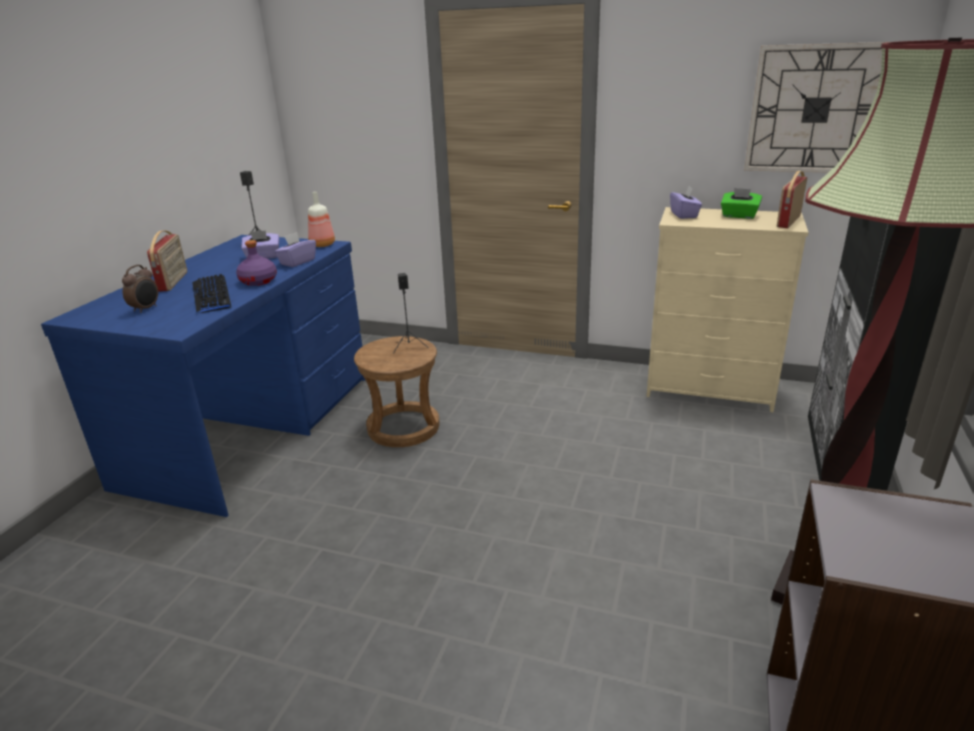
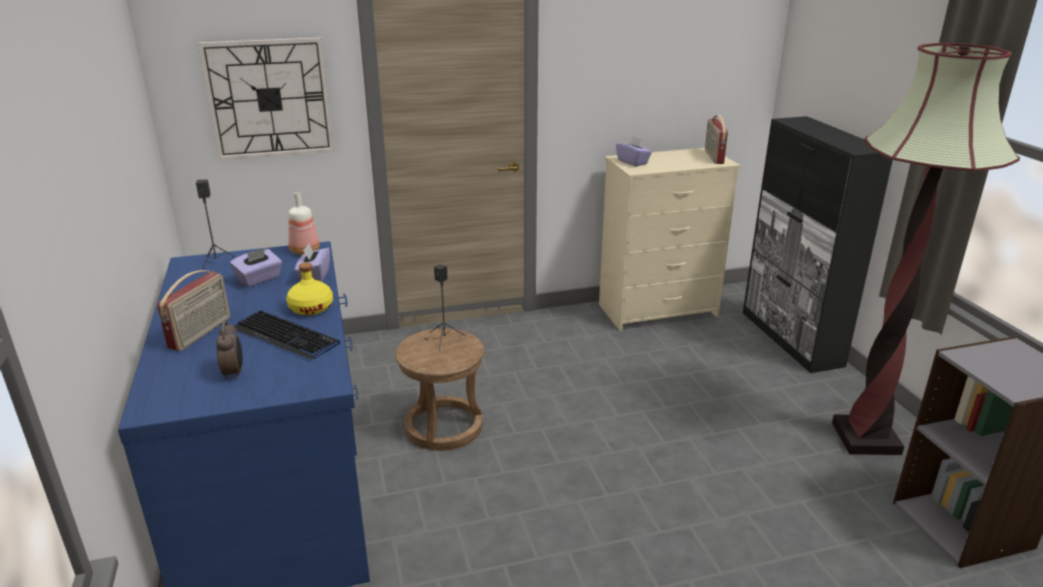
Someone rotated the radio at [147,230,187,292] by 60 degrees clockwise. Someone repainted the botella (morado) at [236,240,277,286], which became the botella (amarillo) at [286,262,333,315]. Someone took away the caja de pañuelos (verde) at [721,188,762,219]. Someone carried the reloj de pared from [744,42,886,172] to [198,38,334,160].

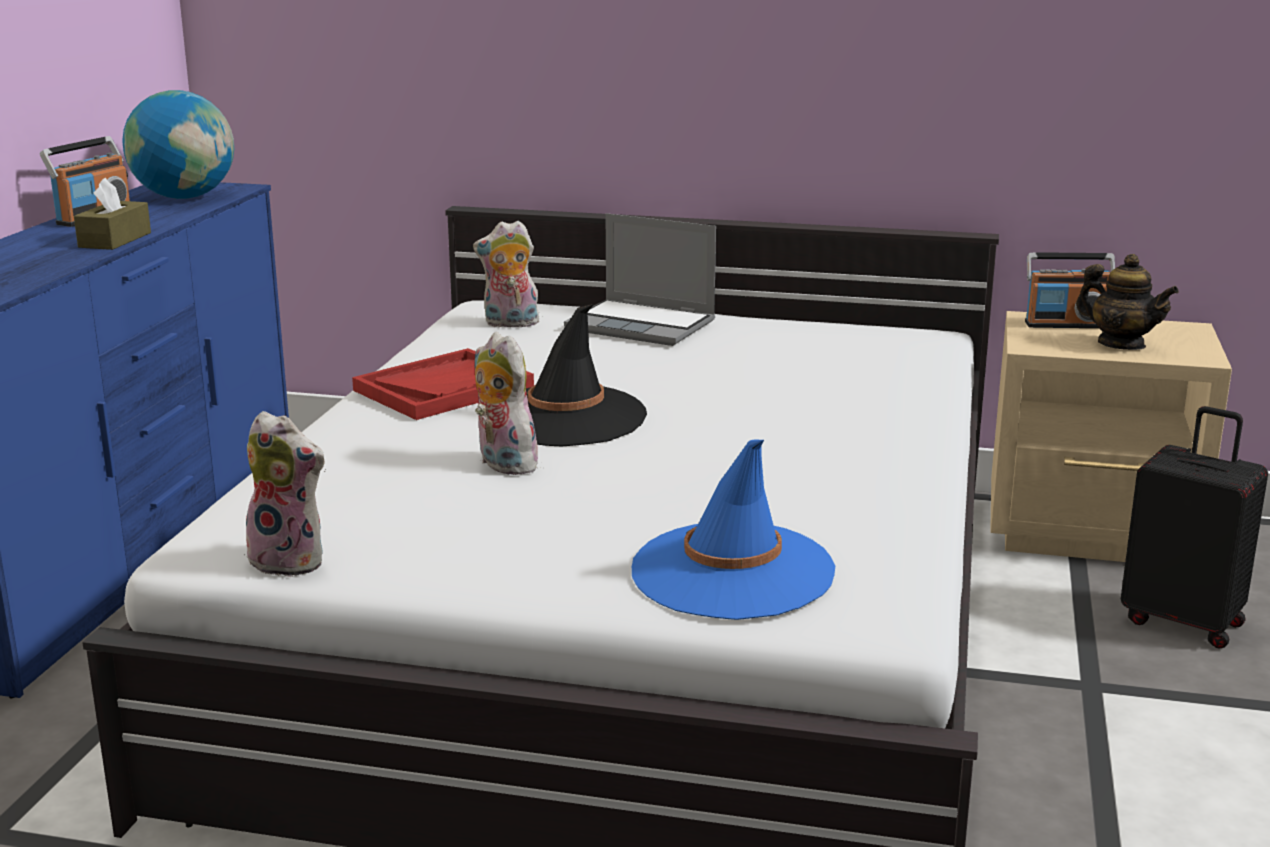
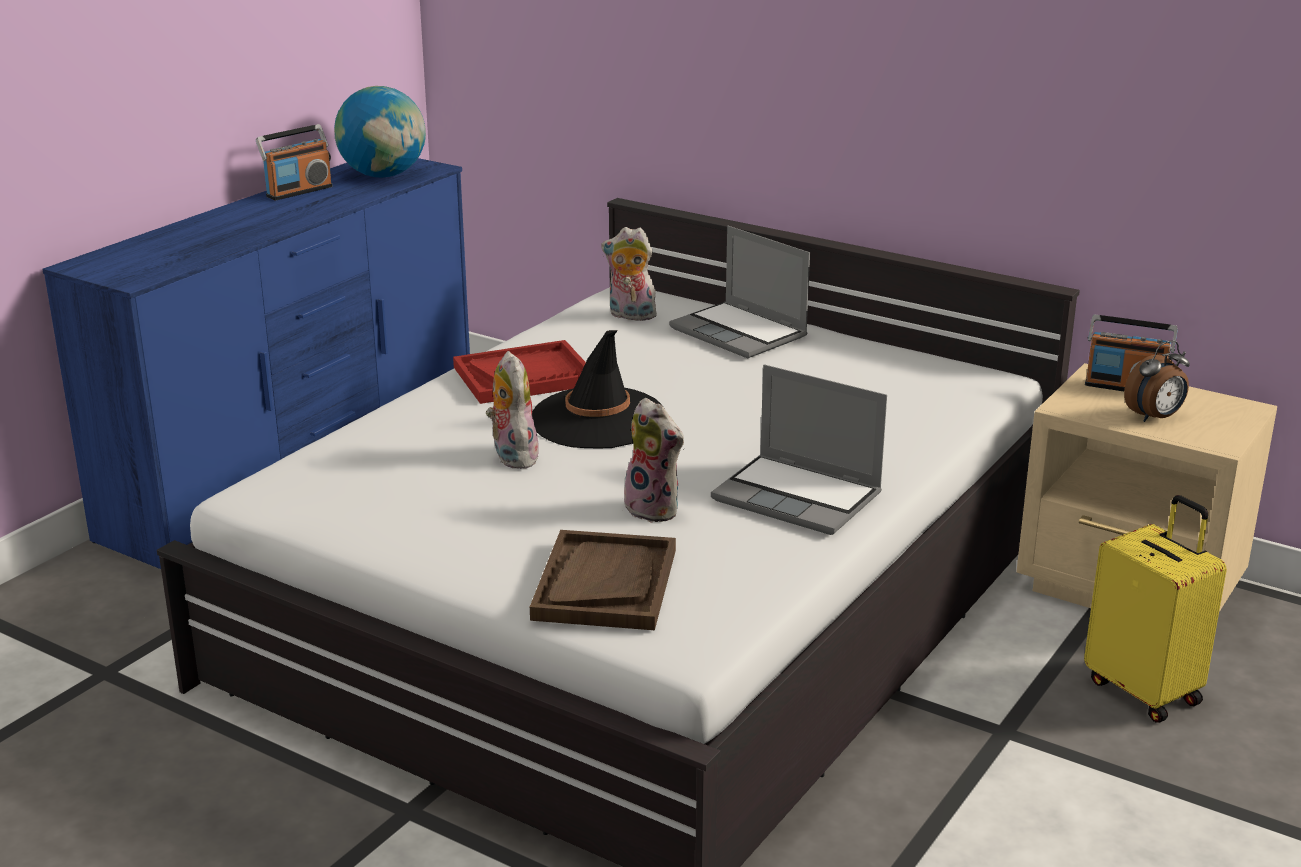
Someone took away the caja de pañuelos (marrón) at [74,178,151,250]. Someone carried the peluche from [244,411,326,577] to [619,398,684,523]. Someone swapped the sombrero (azul) at [632,440,835,620] for the bandeja (marrón) at [530,530,676,630]. Someone swapped the tetera at [1076,254,1179,350] for the despertador at [1124,341,1190,422]. Someone repainted the maleta (negro) at [1121,406,1268,649], which became the maleta (amarillo) at [1084,495,1227,722]. Someone put down the portátil at [711,364,887,535].

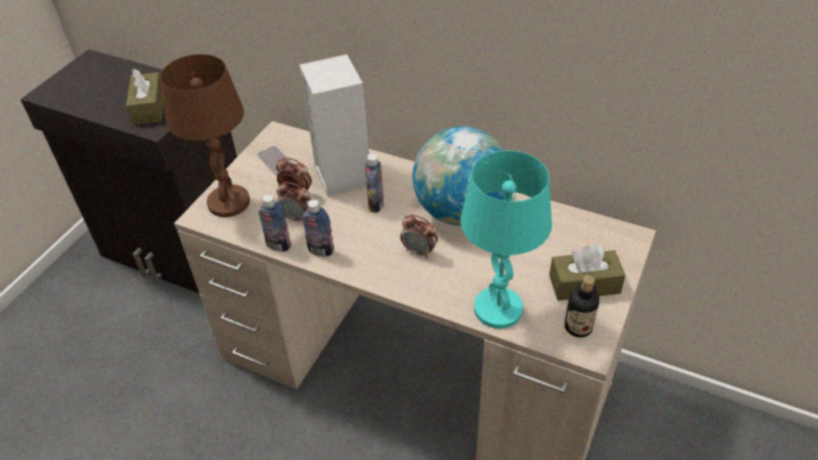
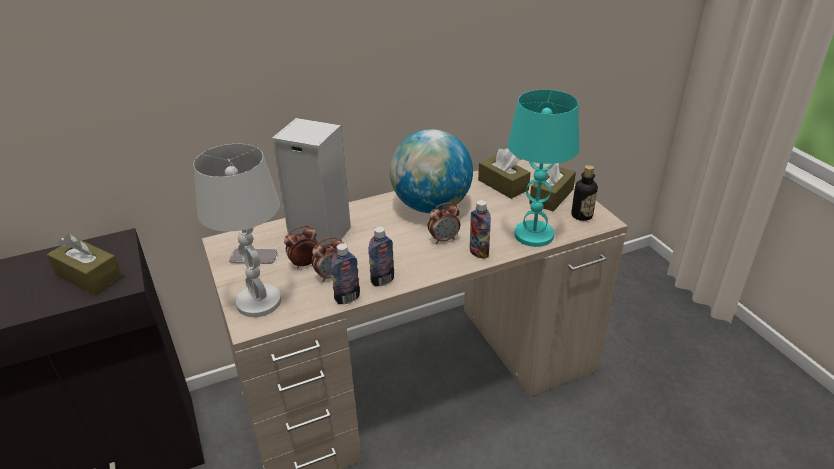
Someone repainted the lámpara de mesa (marrón) at [160,54,250,217], which became the lámpara de mesa (blanco) at [194,144,281,317]. Someone carried the botella from [365,154,384,213] to [470,200,491,259]. Someone put down the caja de pañuelos (marrón) at [478,148,530,199].

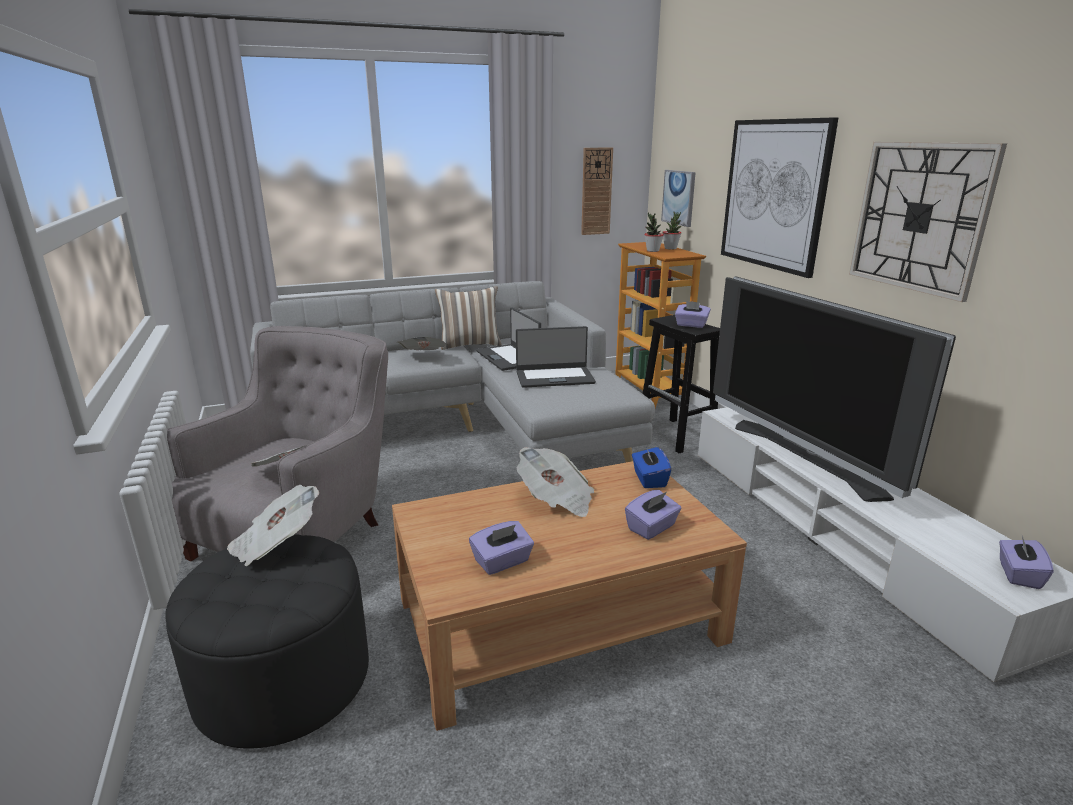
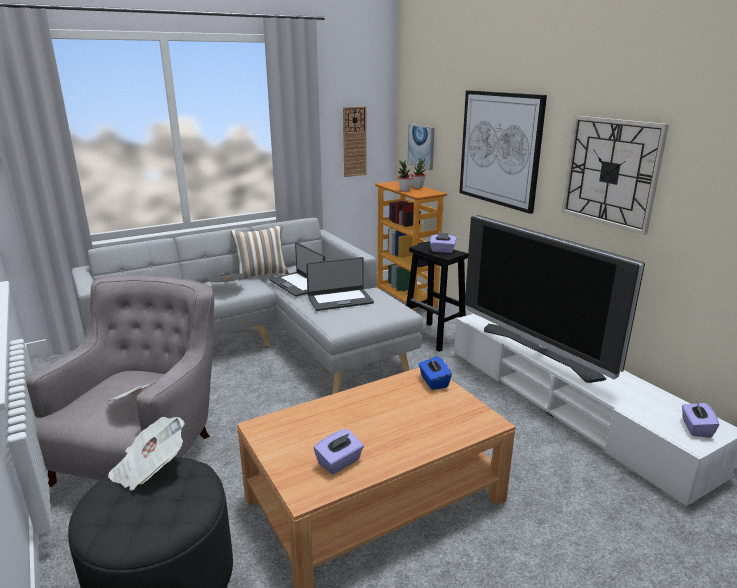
Someone took away the periódico at [517,447,594,517]. Someone took away the caja de pañuelos (morado) at [625,490,681,540].

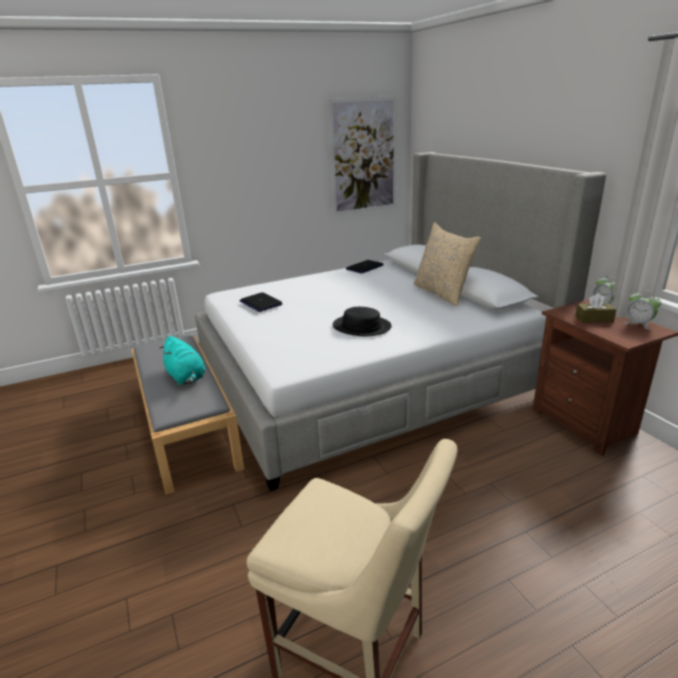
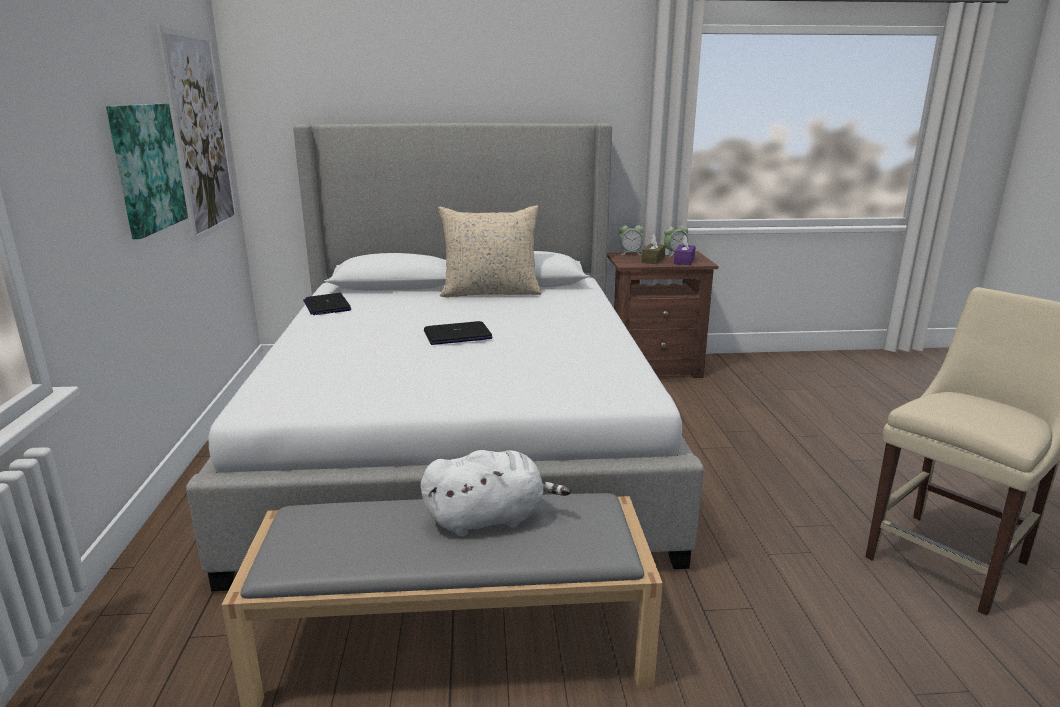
Someone repainted the peluche (turquesa) at [159,336,205,385], which became the peluche (blanco) at [421,450,571,537]. Someone carried the portátil from [240,292,283,312] to [424,321,492,345]. Someone took away the sombrero (negro) at [333,307,392,336]. Someone put up the cuadro at [106,104,188,239]. Someone put down the caja de pañuelos (morado) at [674,235,696,265].

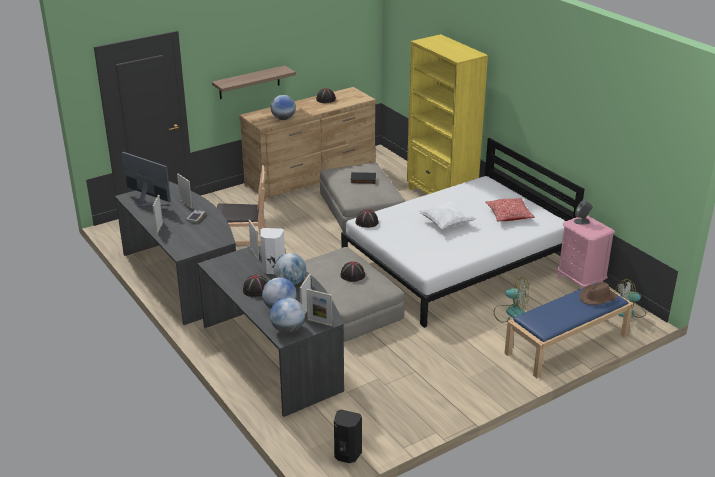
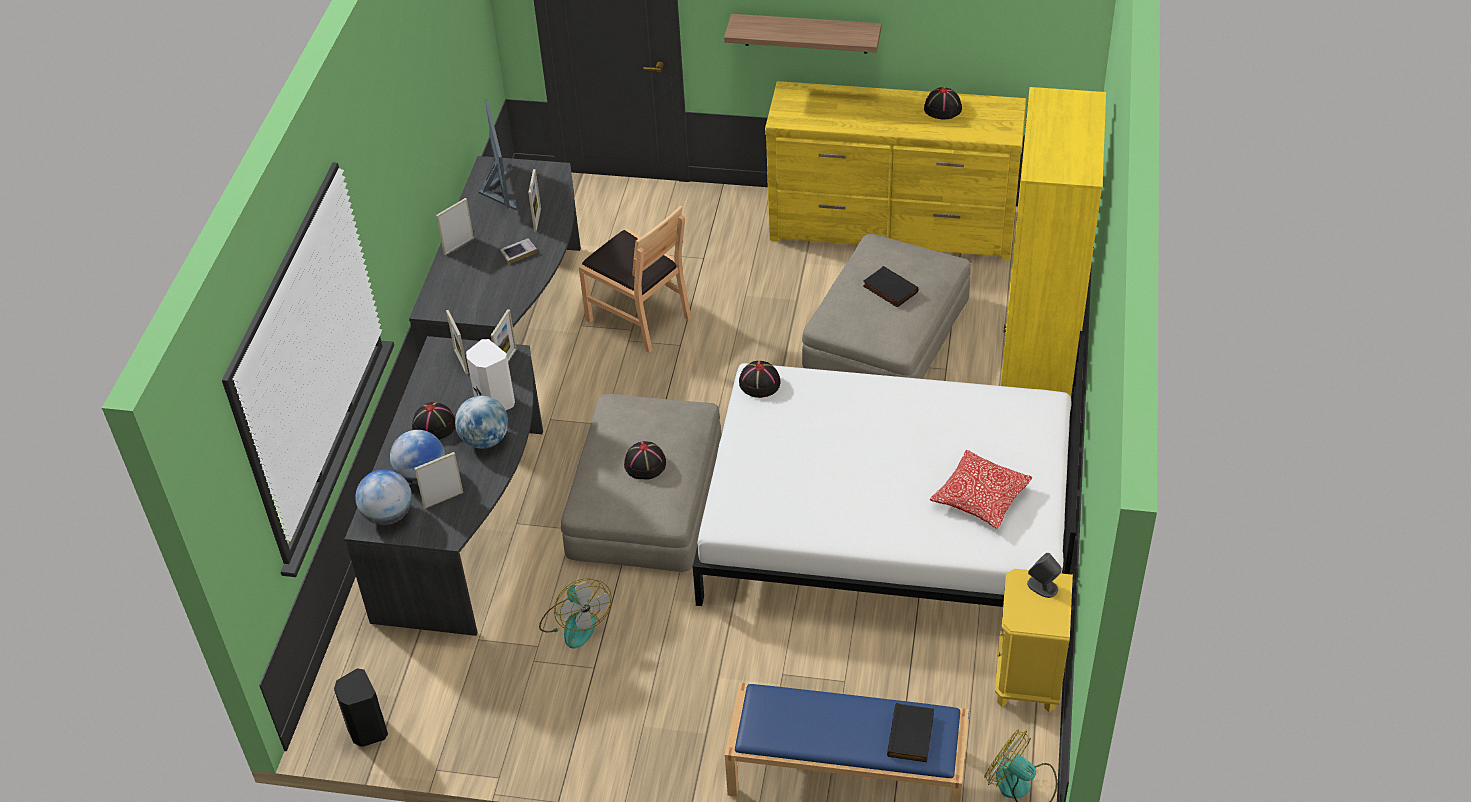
Someone repainted the cómoda (marrón) at [239,87,376,201], which became the cómoda (amarillo) at [765,81,1027,260]. Someone took away the globo terráqueo at [271,95,296,120]. Someone carried the portarretratos from [307,289,332,326] to [446,310,468,374]. Someone took away the cojín (blanco) at [418,202,476,230]. Someone carried the ventilador from [494,278,529,323] to [539,578,612,649]. Someone repainted the mesita de noche (rosa) at [557,216,615,288], which became the mesita de noche (amarillo) at [995,569,1073,712]. Someone swapped the sombrero (marrón) at [580,282,617,305] for the libro (negro) at [887,703,934,762].

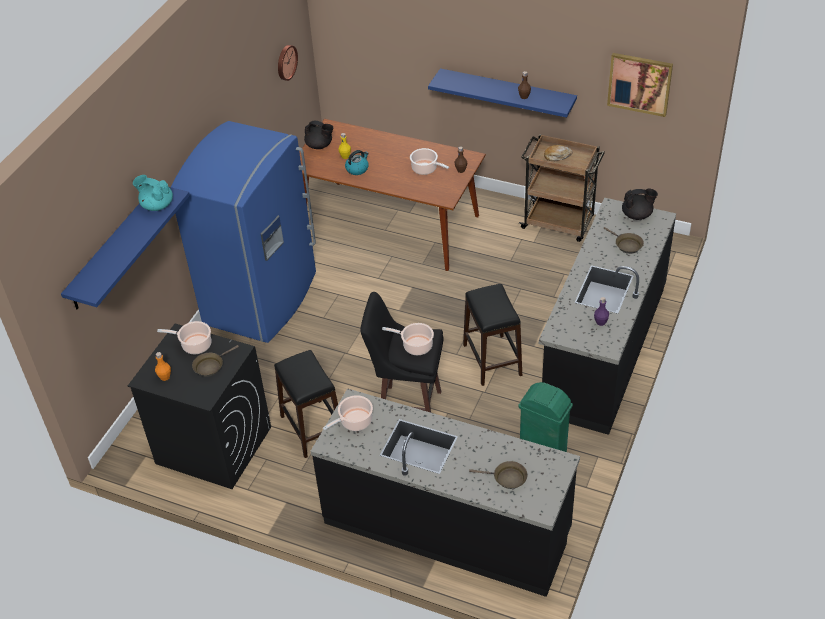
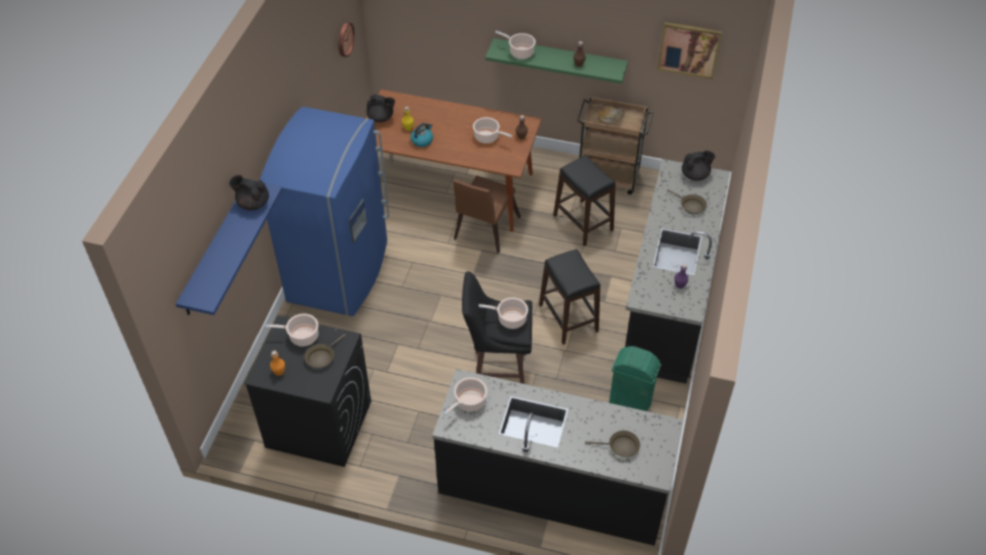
Someone repainted the tetera (turquesa) at [133,175,173,211], which became the tetera (negro) at [229,175,269,210]. Someone carried the taburete (negro) from [274,350,338,458] to [553,156,616,246]. Someone repainted the estante (azul) at [428,68,577,118], which became the estante (verde) at [485,38,628,84]. Someone put down the silla (marrón) at [453,176,521,254]. Someone put down the olla at [495,31,536,59].

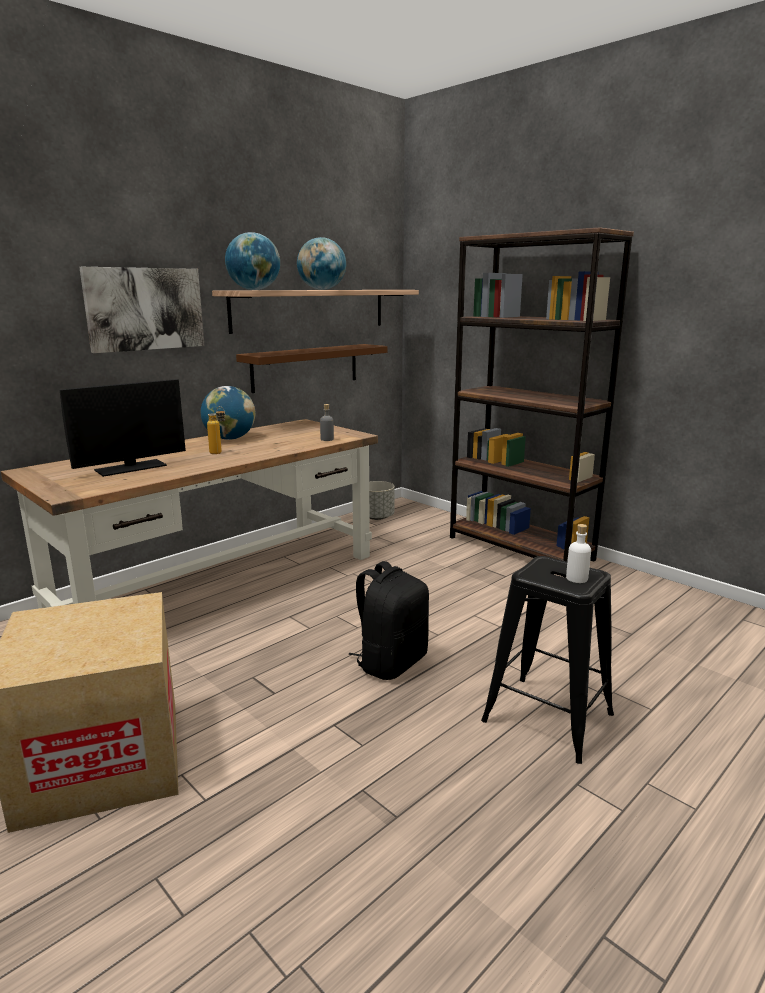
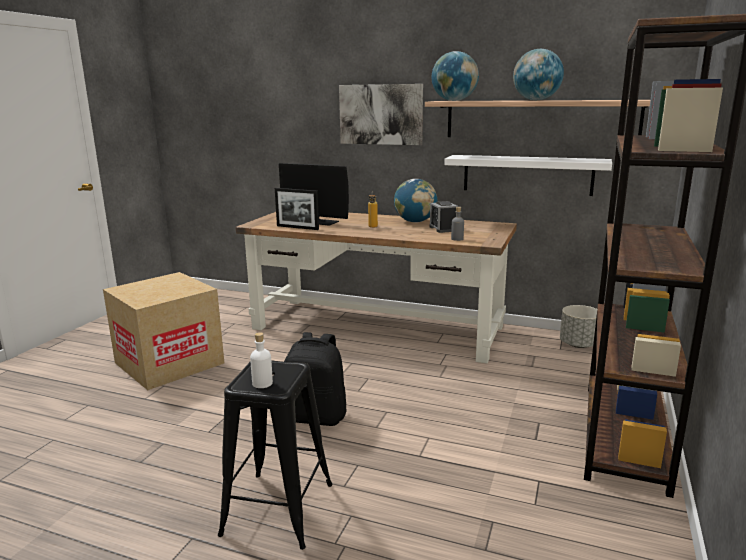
Someone repainted the estante (marrón) at [236,344,388,393], which became the estante (blanco) at [444,155,612,196]. Someone put down the portarretratos at [275,188,319,230]. Someone put down the despertador at [429,201,458,233].

